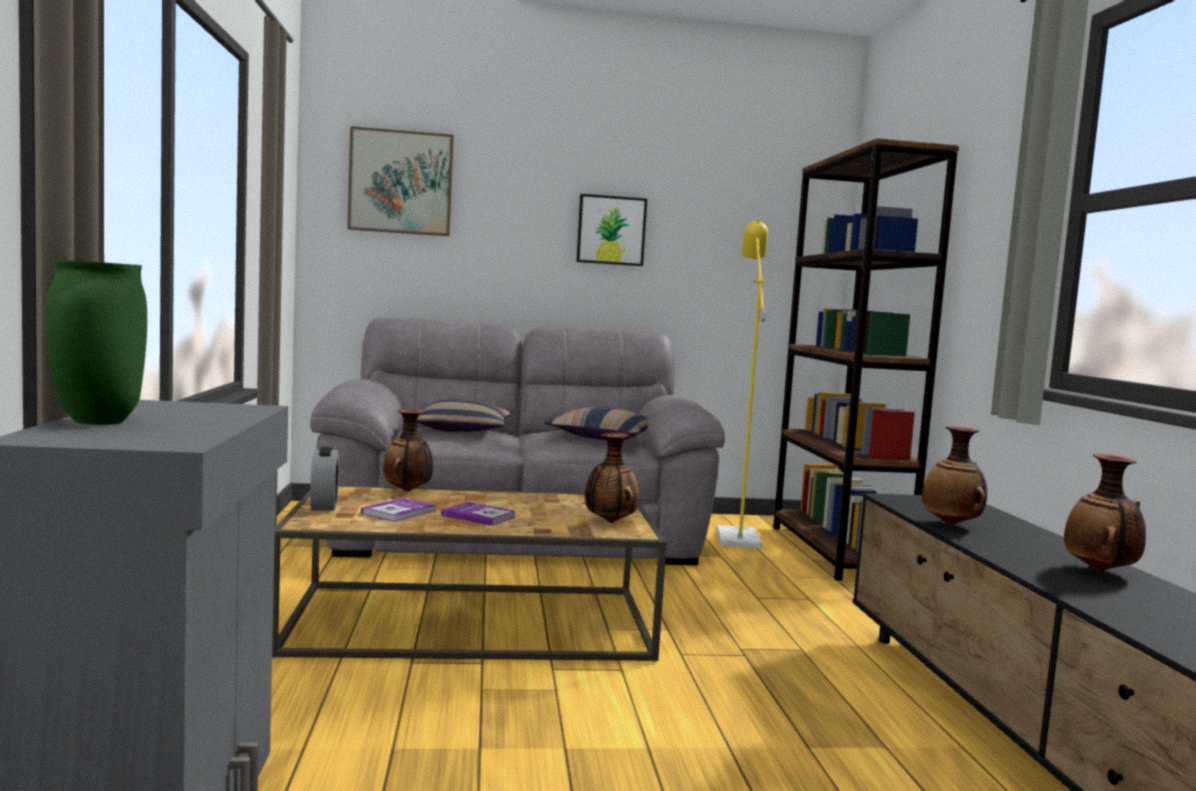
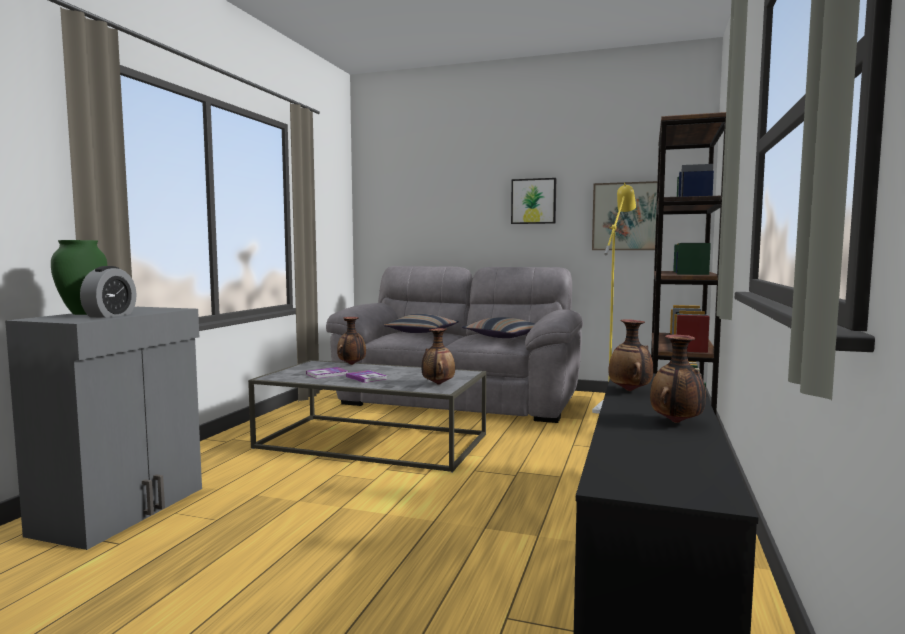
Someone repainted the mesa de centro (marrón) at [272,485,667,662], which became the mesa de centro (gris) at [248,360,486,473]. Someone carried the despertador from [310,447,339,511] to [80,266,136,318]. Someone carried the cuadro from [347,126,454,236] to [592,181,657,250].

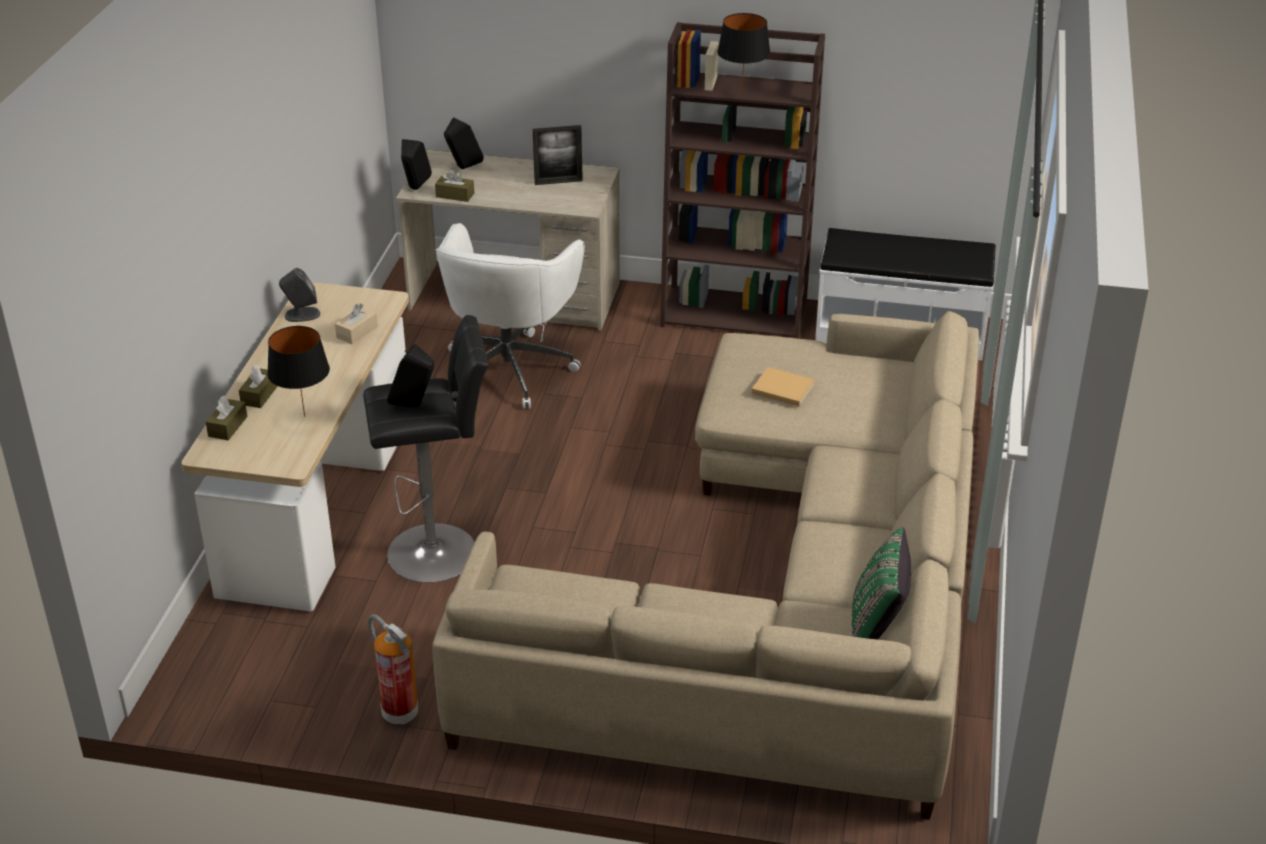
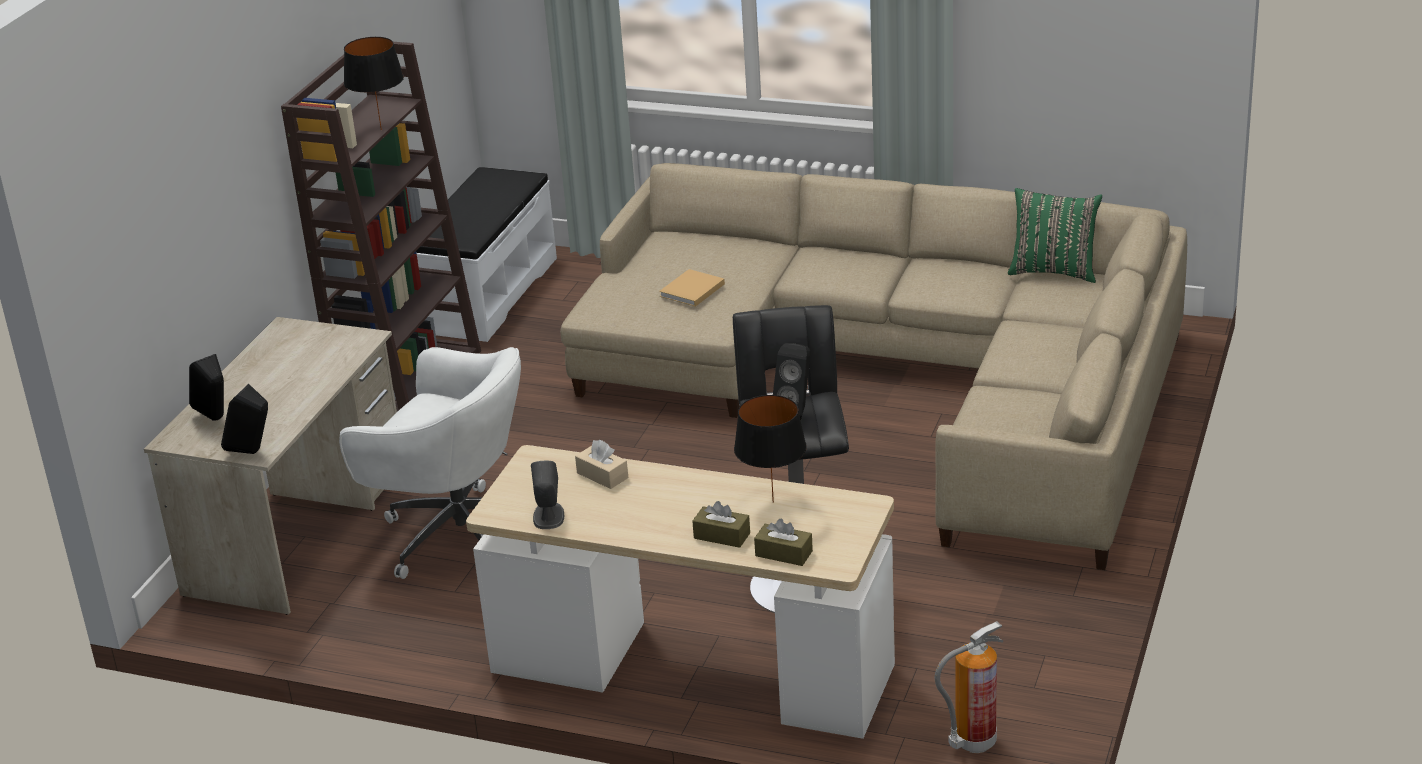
Someone carried the extintor from [368,614,418,725] to [934,621,1003,753]. Someone took away the caja de pañuelos (marrón) at [435,170,474,202]. Someone took away the portarretratos at [533,125,583,185].

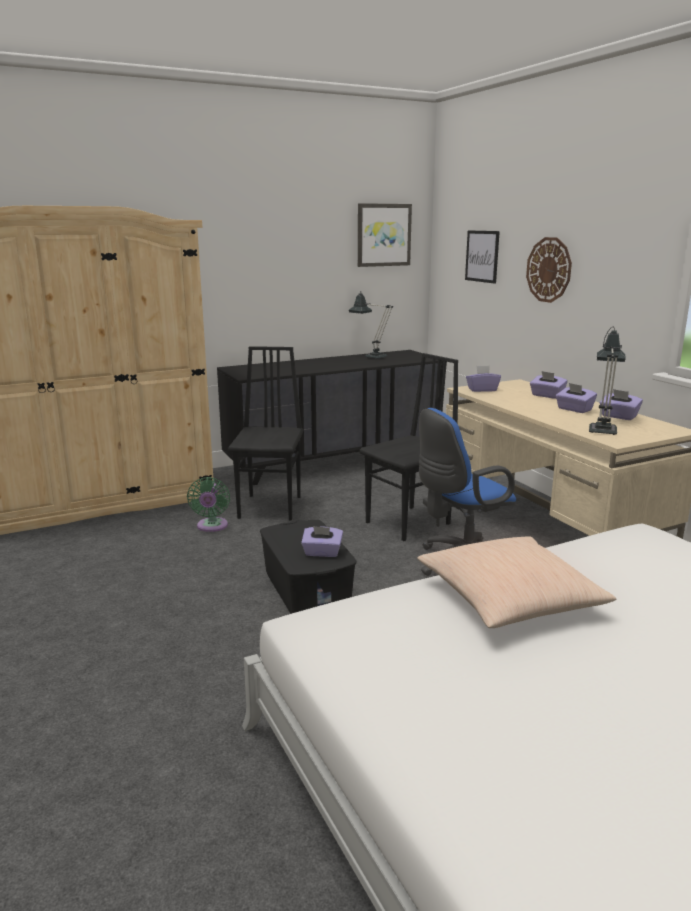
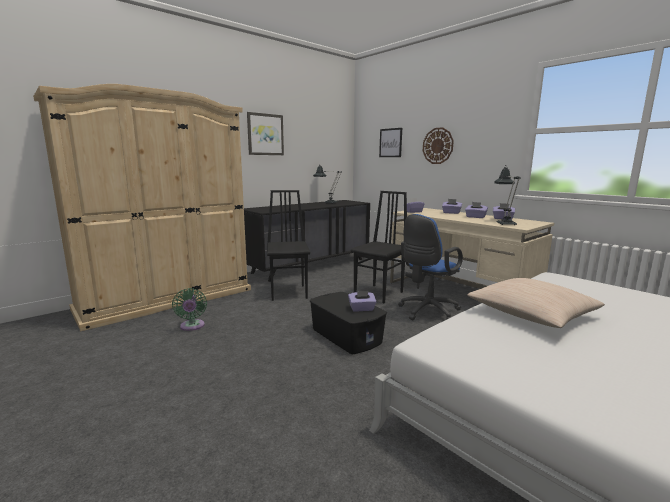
Someone carried the ventilador (verde) from [187,477,230,532] to [172,288,207,331]. Someone carried the cuadro from [358,203,412,267] to [247,112,284,155].

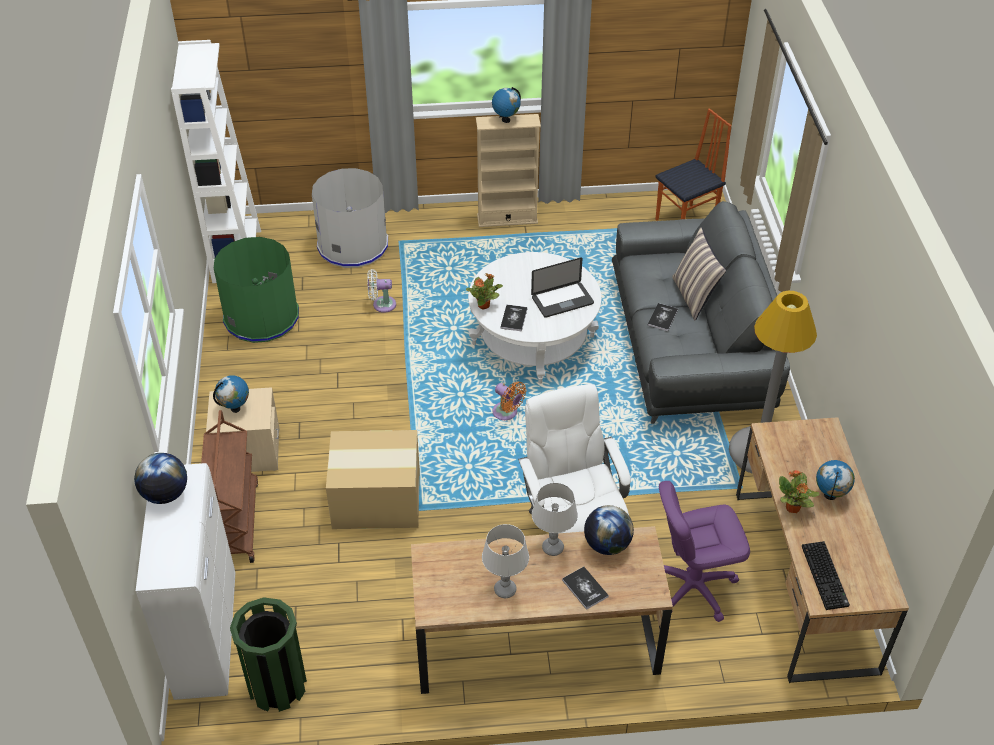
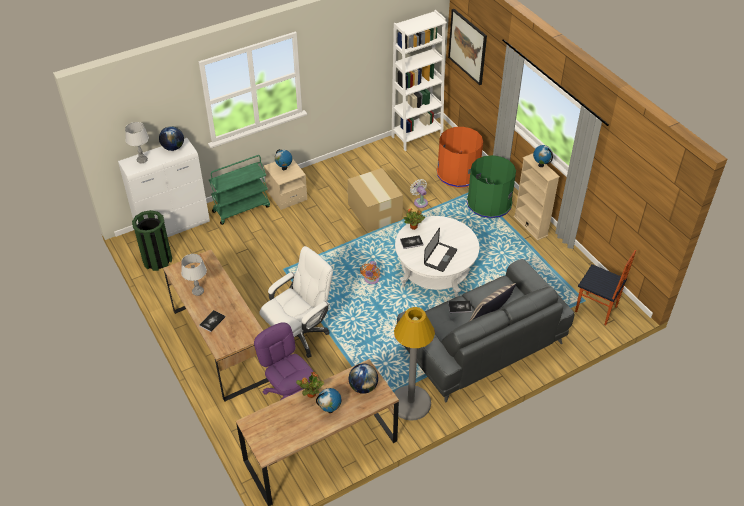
Someone repainted the carrito (marrón) at [201,410,258,563], which became the carrito (verde) at [209,155,270,225]. Someone carried the papelera (verde) from [214,237,299,343] to [466,155,516,218]. Someone repainted the papelera (gris) at [312,168,388,268], which became the papelera (naranja) at [436,127,483,188]. Someone carried the caja de cartón from [326,430,420,529] to [348,168,403,232]. Someone rotated the portátil at [531,257,594,318] by 105 degrees counterclockwise. Someone carried the lámpara de mesa (gris) from [532,483,578,556] to [125,122,149,163]. Someone carried the globo terráqueo from [584,505,634,555] to [348,363,378,394]. Someone took away the teclado at [802,541,850,610]. Someone put up the cuadro at [448,9,487,85].

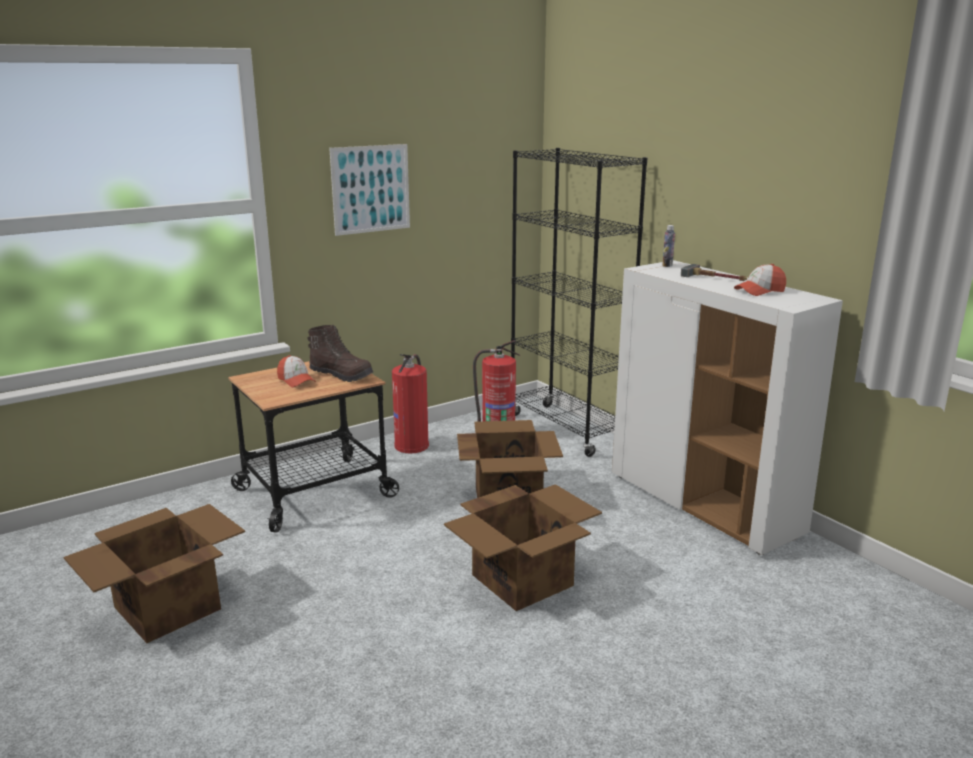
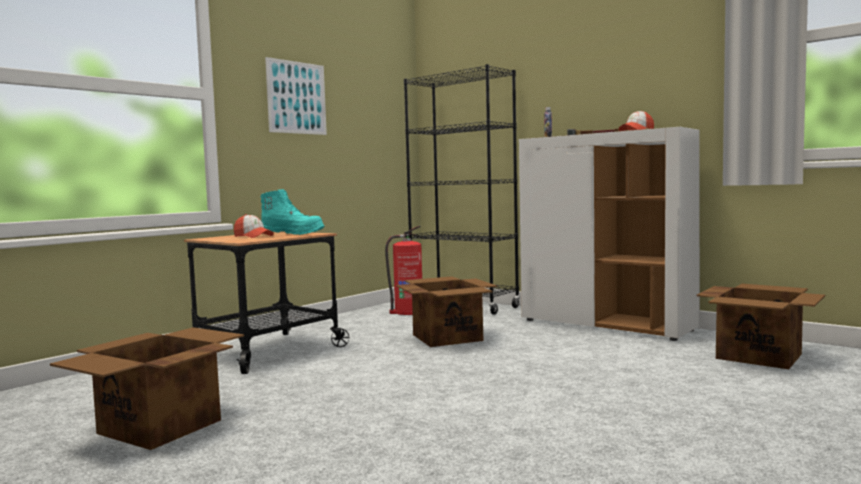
Someone repainted the bota (marrón) at [308,325,373,382], which became the bota (turquesa) at [260,189,324,235]. Someone took away the extintor at [392,354,429,453]. Someone carried the caja de cartón from [444,484,602,611] to [696,284,825,369].

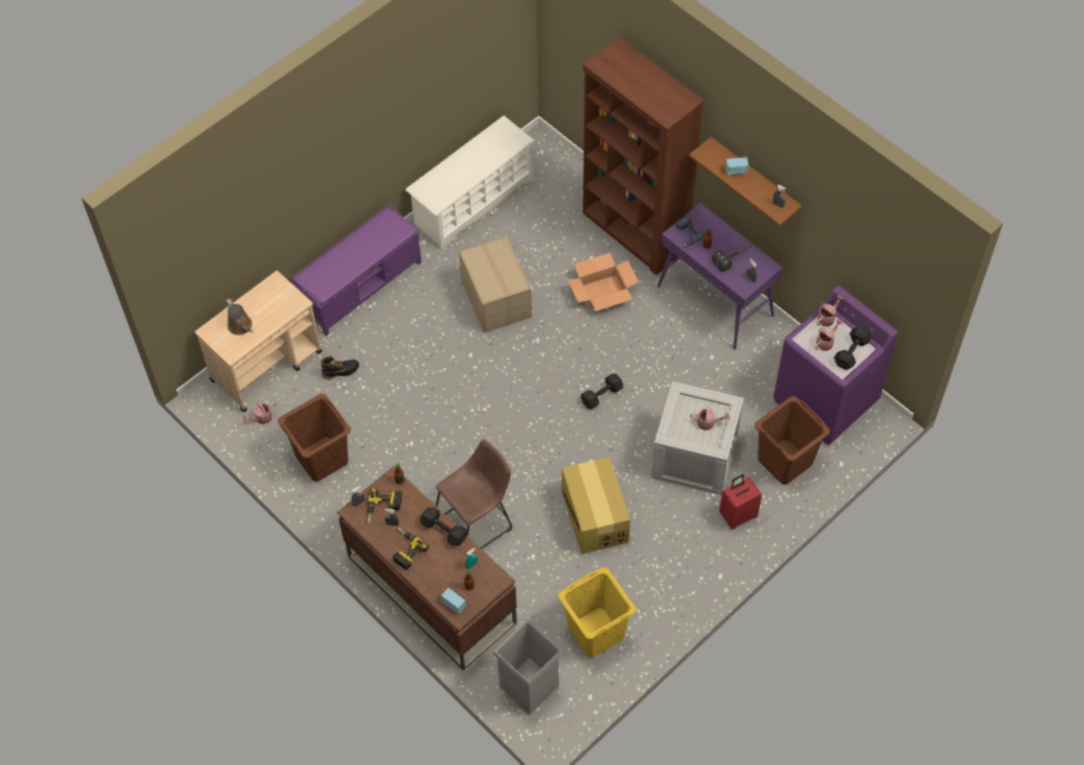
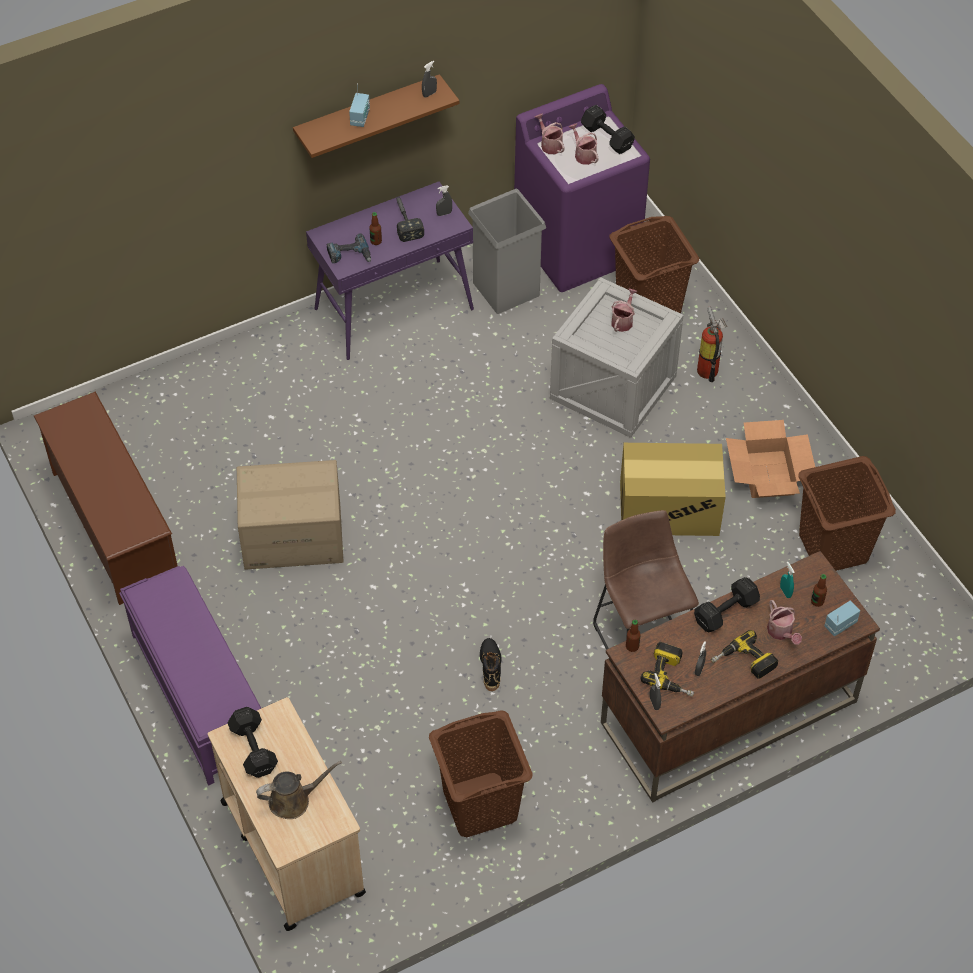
Someone carried the regadera from [243,402,276,424] to [767,600,802,645]. Someone carried the bota (negro) from [320,356,359,380] to [480,638,502,691]. Someone repainted the zapatero (blanco) at [405,116,535,250], which became the zapatero (marrón) at [34,392,178,605]. Someone carried the papelera (gris) from [493,620,563,714] to [468,189,546,314]. Someone repainted the cesto de la ropa (amarillo) at [558,567,636,658], which became the cesto de la ropa (marrón) at [798,456,896,571]. Someone carried the caja de cartón from [568,253,638,311] to [726,420,815,498]. Someone carried the mancuerna (negro) from [581,373,623,409] to [227,707,278,778]. Someone took away the estantería (marrón) at [583,37,704,276]. Someone swapped the maleta (rojo) at [719,474,762,529] for the extintor at [697,306,727,382].

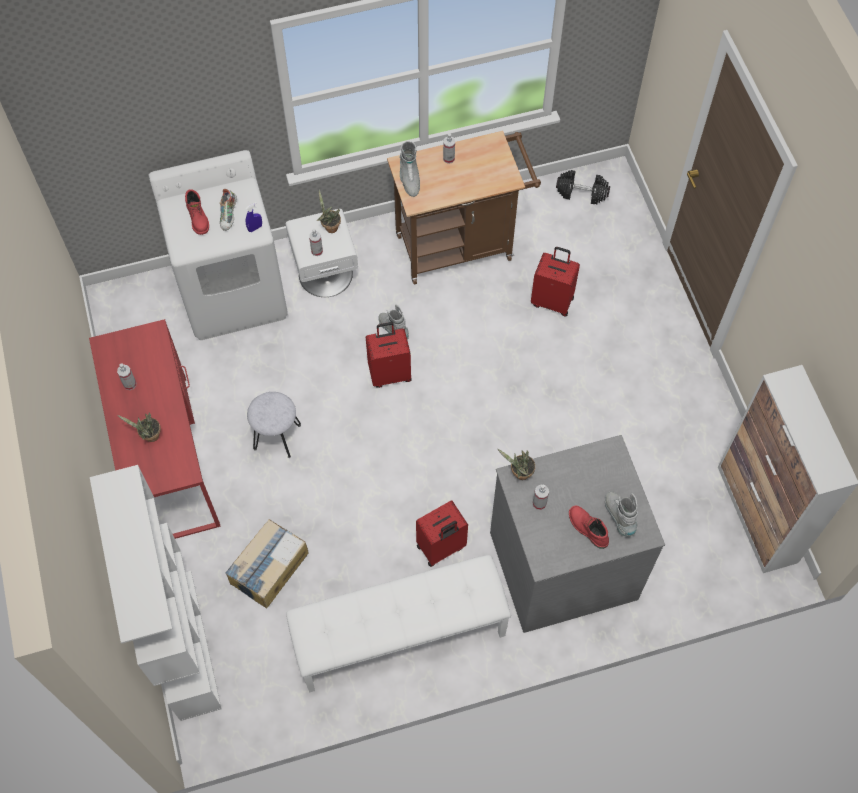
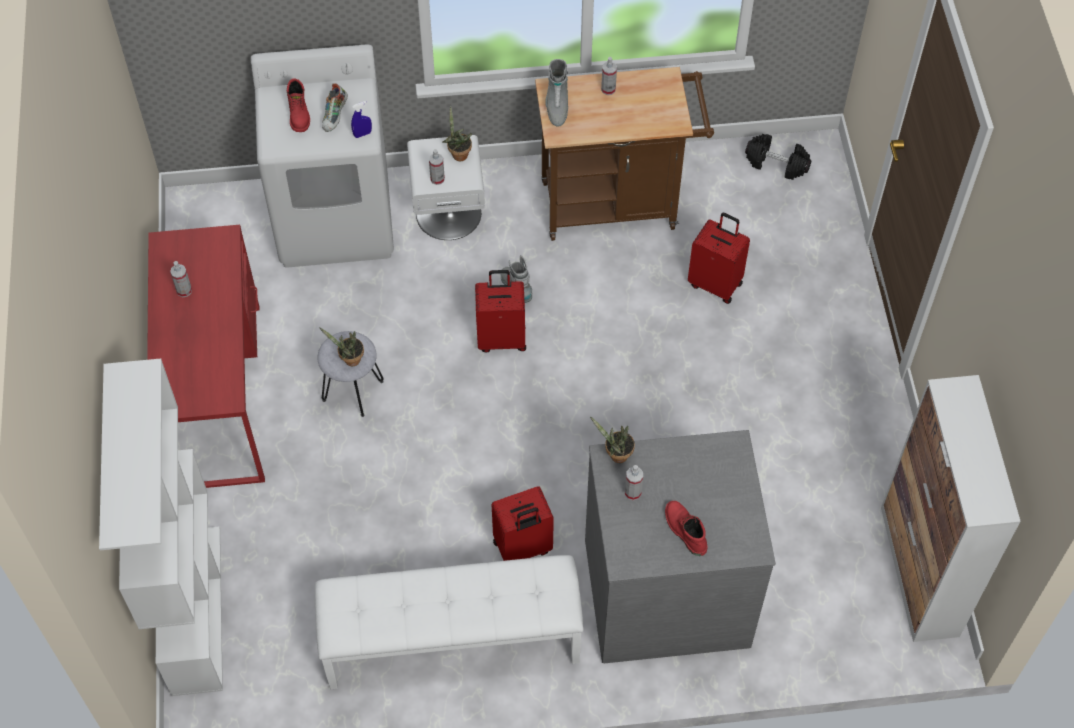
Someone carried the planta en maceta from [117,413,161,442] to [319,327,364,366]. Someone took away the caja de cartón at [225,519,309,608]. Someone took away the bota (gris) at [605,491,638,536].

